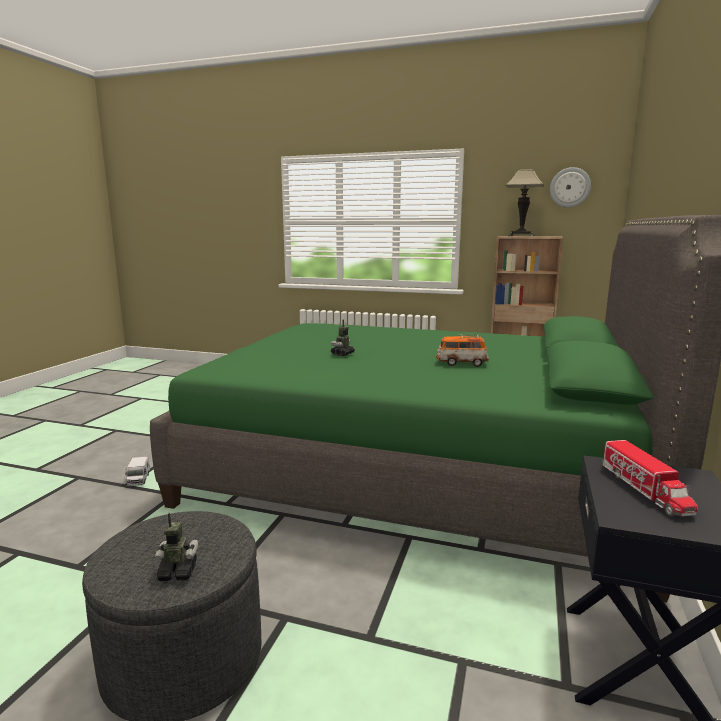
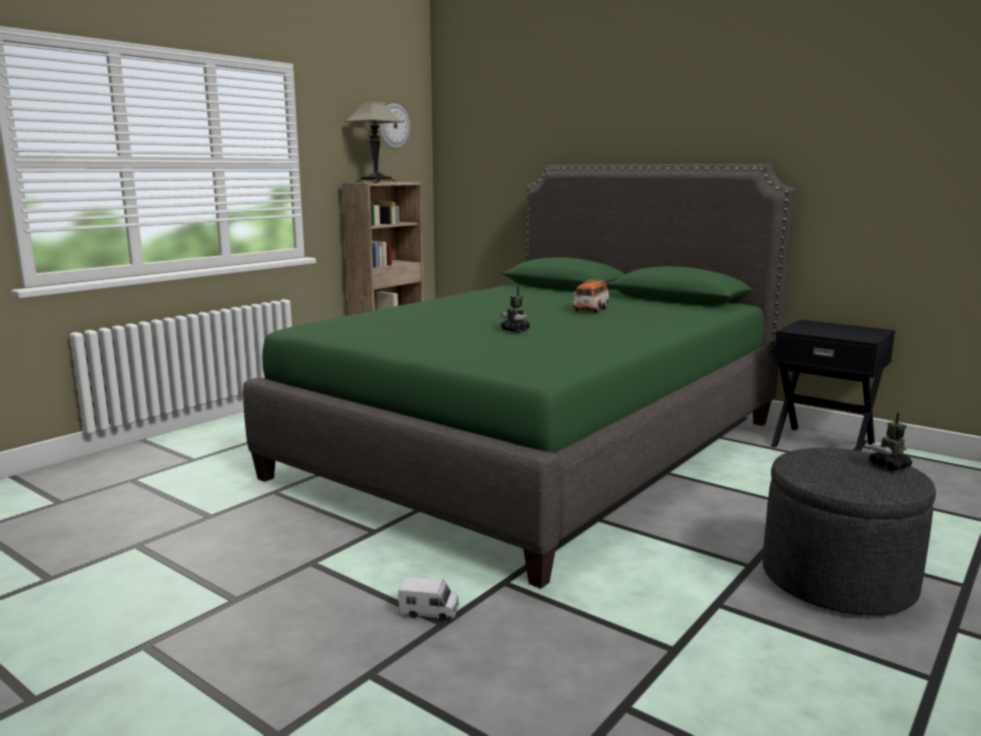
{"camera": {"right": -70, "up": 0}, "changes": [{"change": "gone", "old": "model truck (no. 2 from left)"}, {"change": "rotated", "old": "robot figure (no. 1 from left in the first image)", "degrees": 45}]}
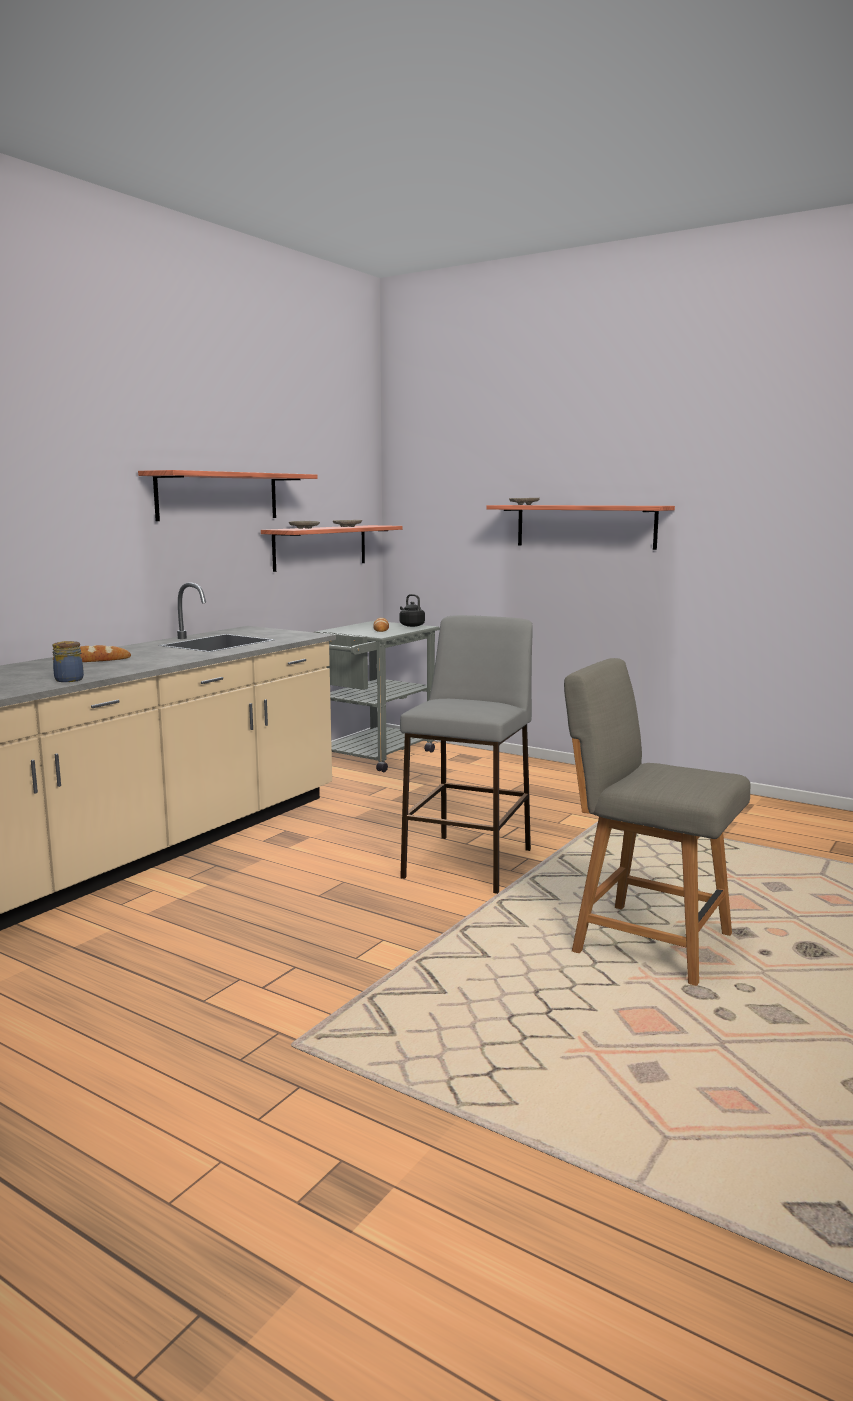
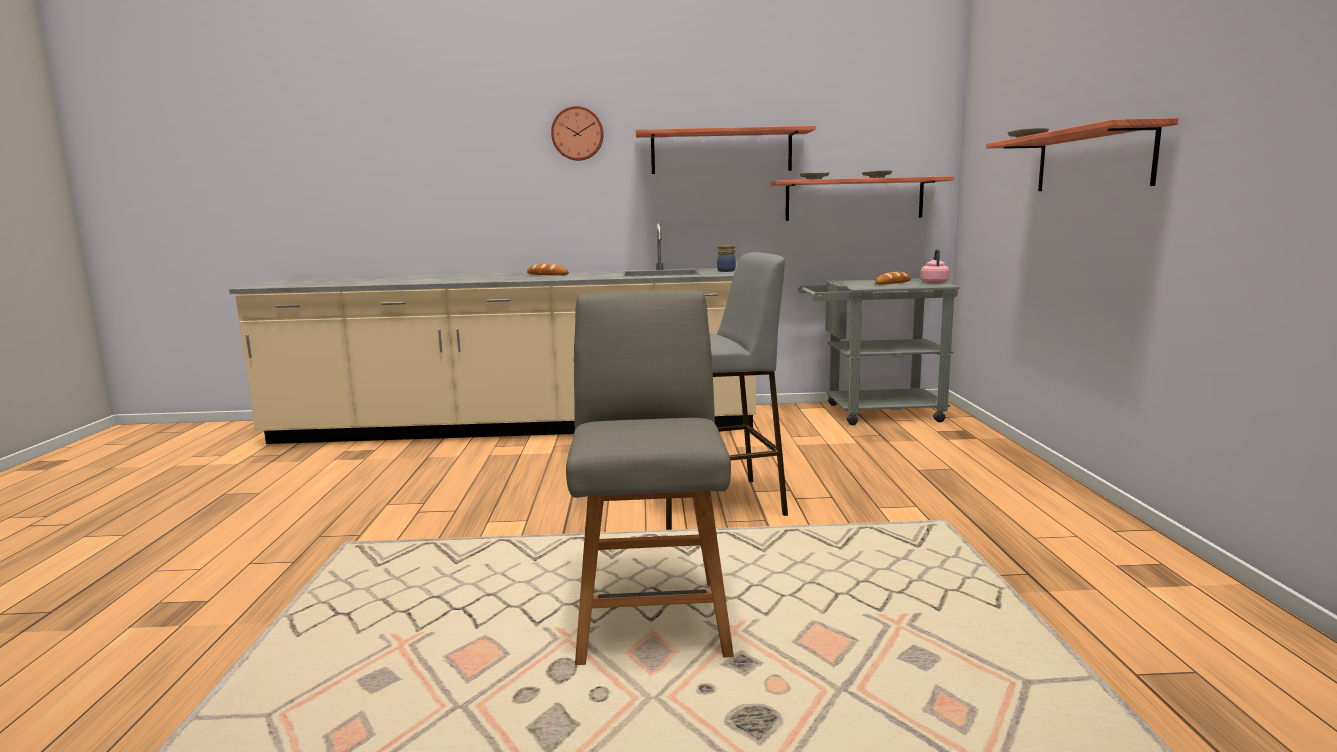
{"camera": {"right": 55, "up": 0}, "changes": [{"change": "new", "new": "hanging clock"}, {"change": "shifted", "old": "jar"}, {"change": "repainted", "old": "kettle (blackish)", "new": "kettle (pink-coloured)"}]}
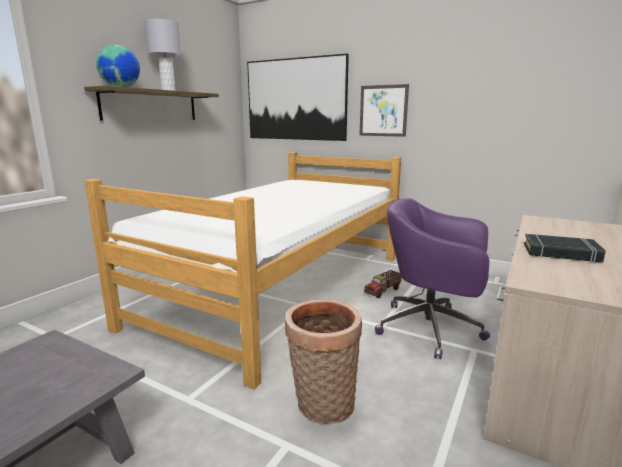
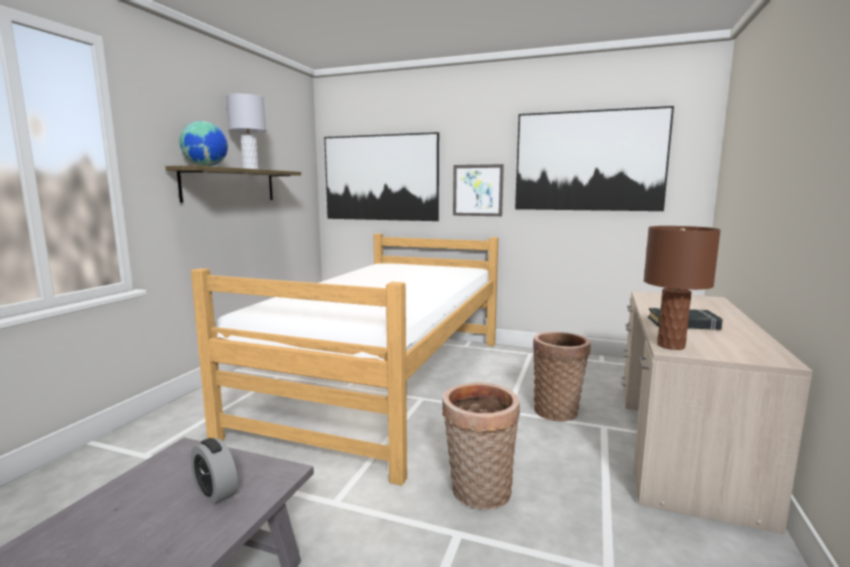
{"camera": {"right": -10, "up": -5}, "changes": [{"change": "gone", "old": "model truck"}, {"change": "new", "new": "bedside clock"}, {"change": "new", "new": "wall art (no. 3 from left)"}, {"change": "new", "new": "tabletop lamp (brownish)"}, {"change": "swapped", "old": "desk chair (purple-coloured)", "new": "household basket (no. 2 from left)"}]}
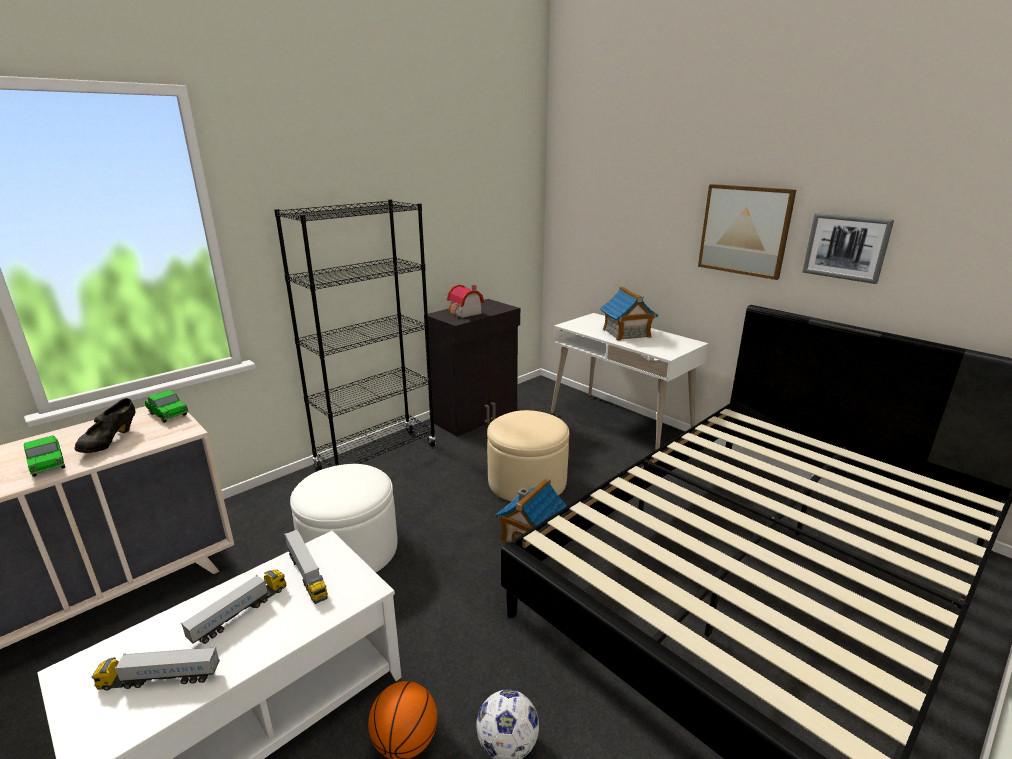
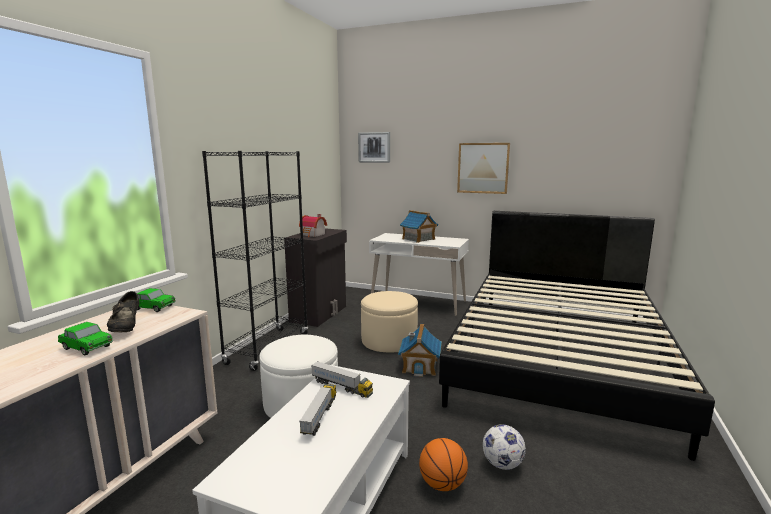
{"camera": {"right": -25, "up": -10}, "changes": [{"change": "gone", "old": "model truck (no. 1 from left)"}, {"change": "shifted", "old": "wall art (no. 2 from left in the first image)", "new": "wall art (no. 1 from left)"}]}
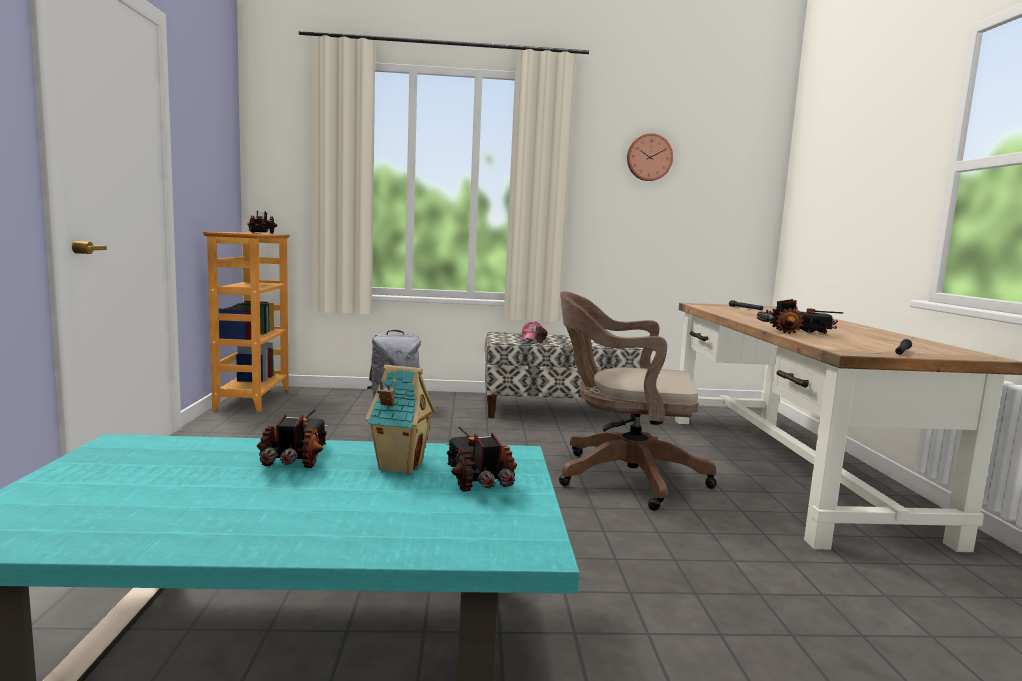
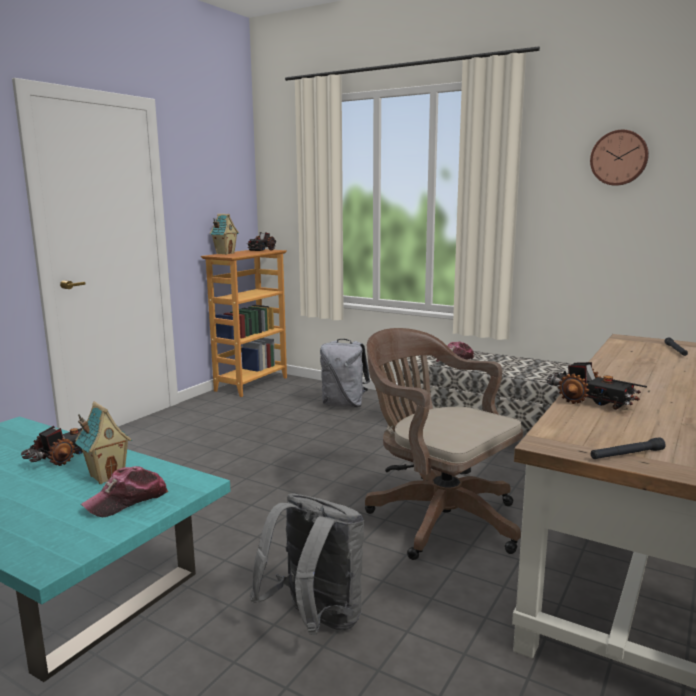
{"camera": {"right": 35, "up": 5}, "changes": [{"change": "new", "new": "toy house (no. 2 from left)"}, {"change": "new", "new": "knapsack (greyish) (no. 1 from left)"}, {"change": "swapped", "old": "model truck (no. 3 from left)", "new": "peaked cap (no. 1 from left)"}]}
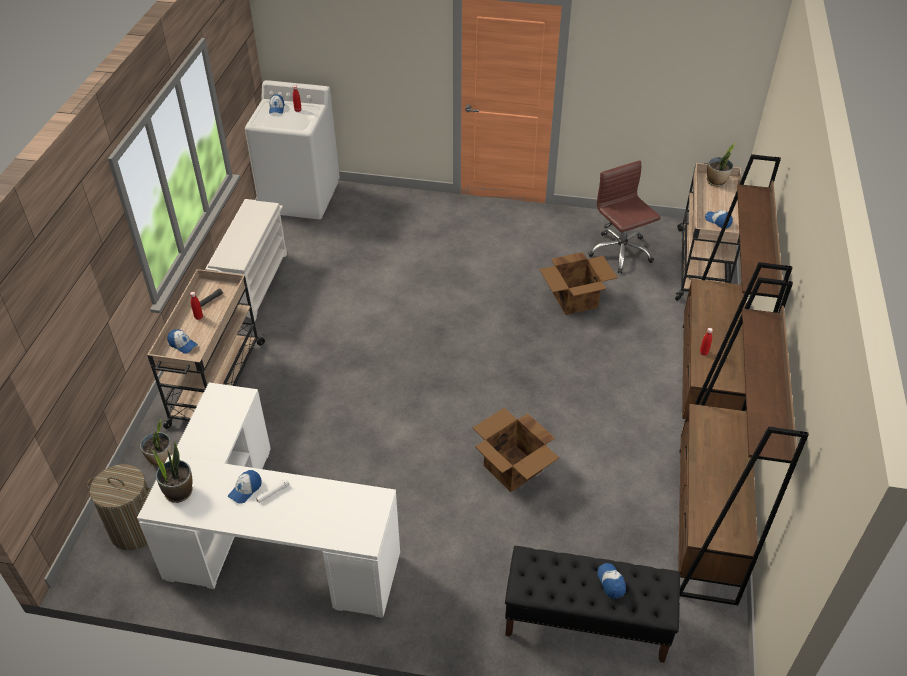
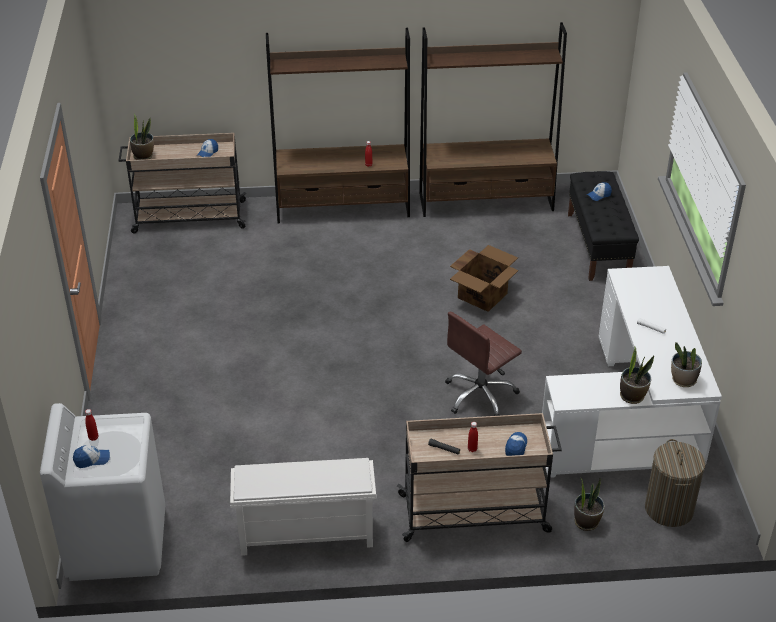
{"camera": {"right": -105, "up": -5}, "changes": [{"change": "gone", "old": "peaked cap (no. 2 from left)"}, {"change": "gone", "old": "carton (no. 2 from left)"}, {"change": "new", "new": "potted plant (no. 3 from left)"}, {"change": "shifted", "old": "desk chair (brownish)"}]}
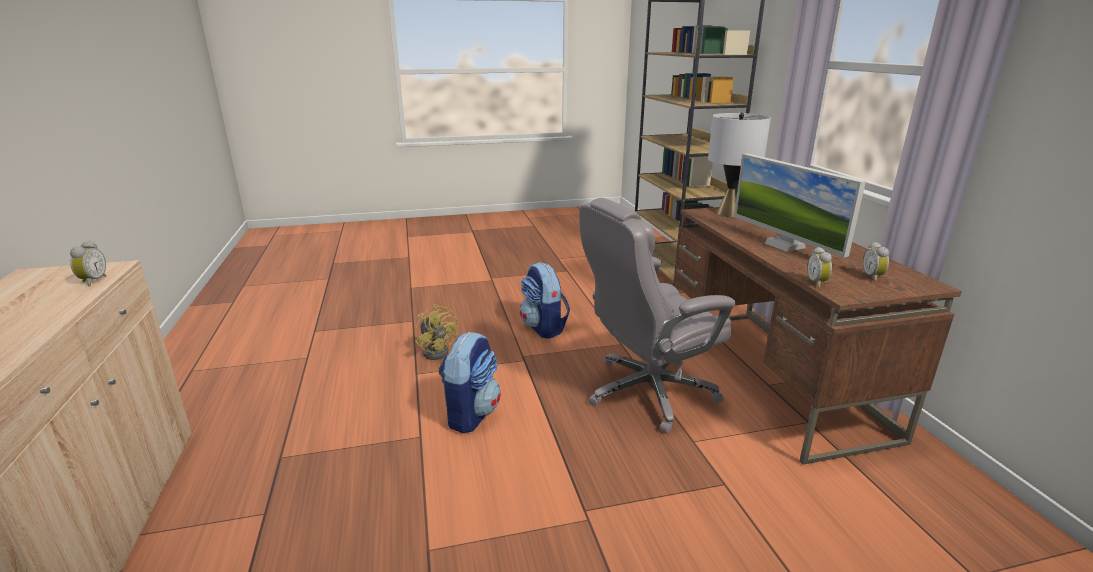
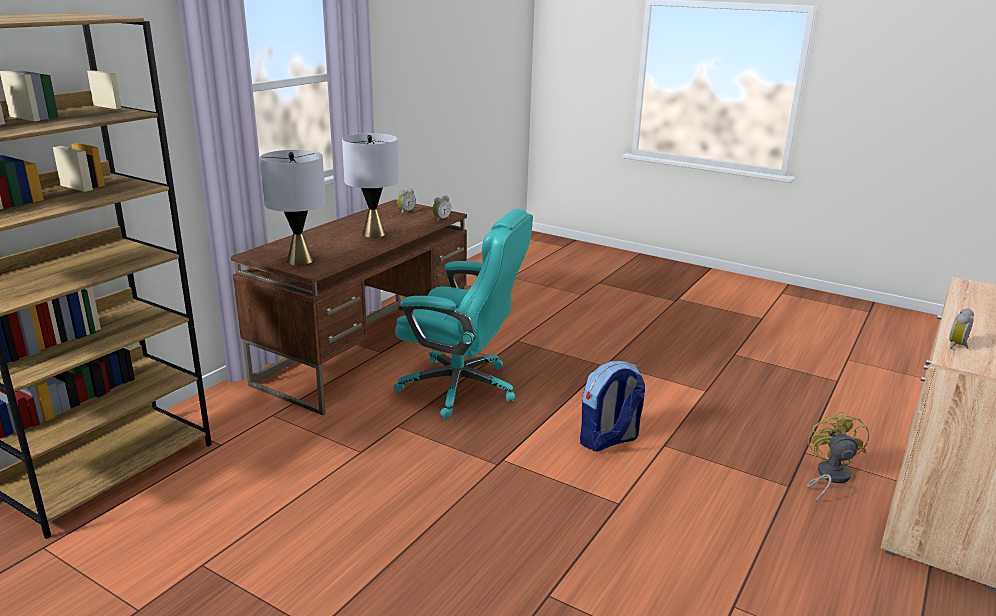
{"camera": {"right": -135, "up": 0}, "changes": [{"change": "gone", "old": "knapsack (no. 2 from left)"}, {"change": "shifted", "old": "electric fan (yellow-coloured)"}, {"change": "swapped", "old": "monitor", "new": "tabletop lamp (greyish) (no. 2 from left)"}, {"change": "repainted", "old": "desk chair (greyish)", "new": "desk chair (turquoise-coloured)"}]}
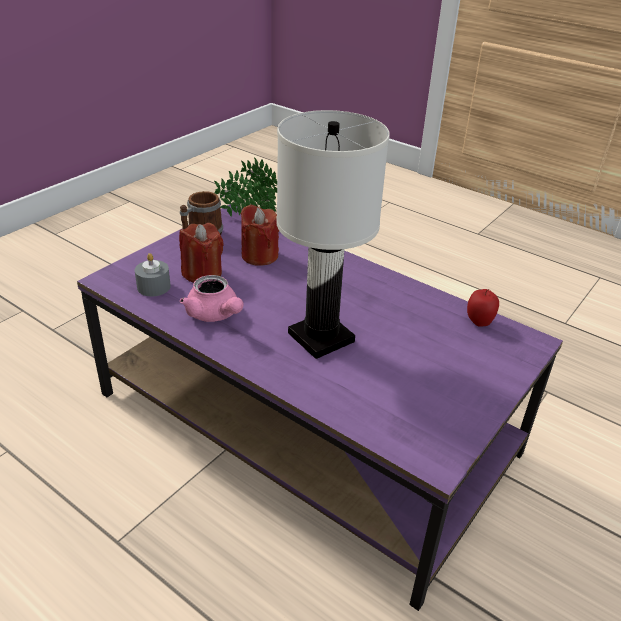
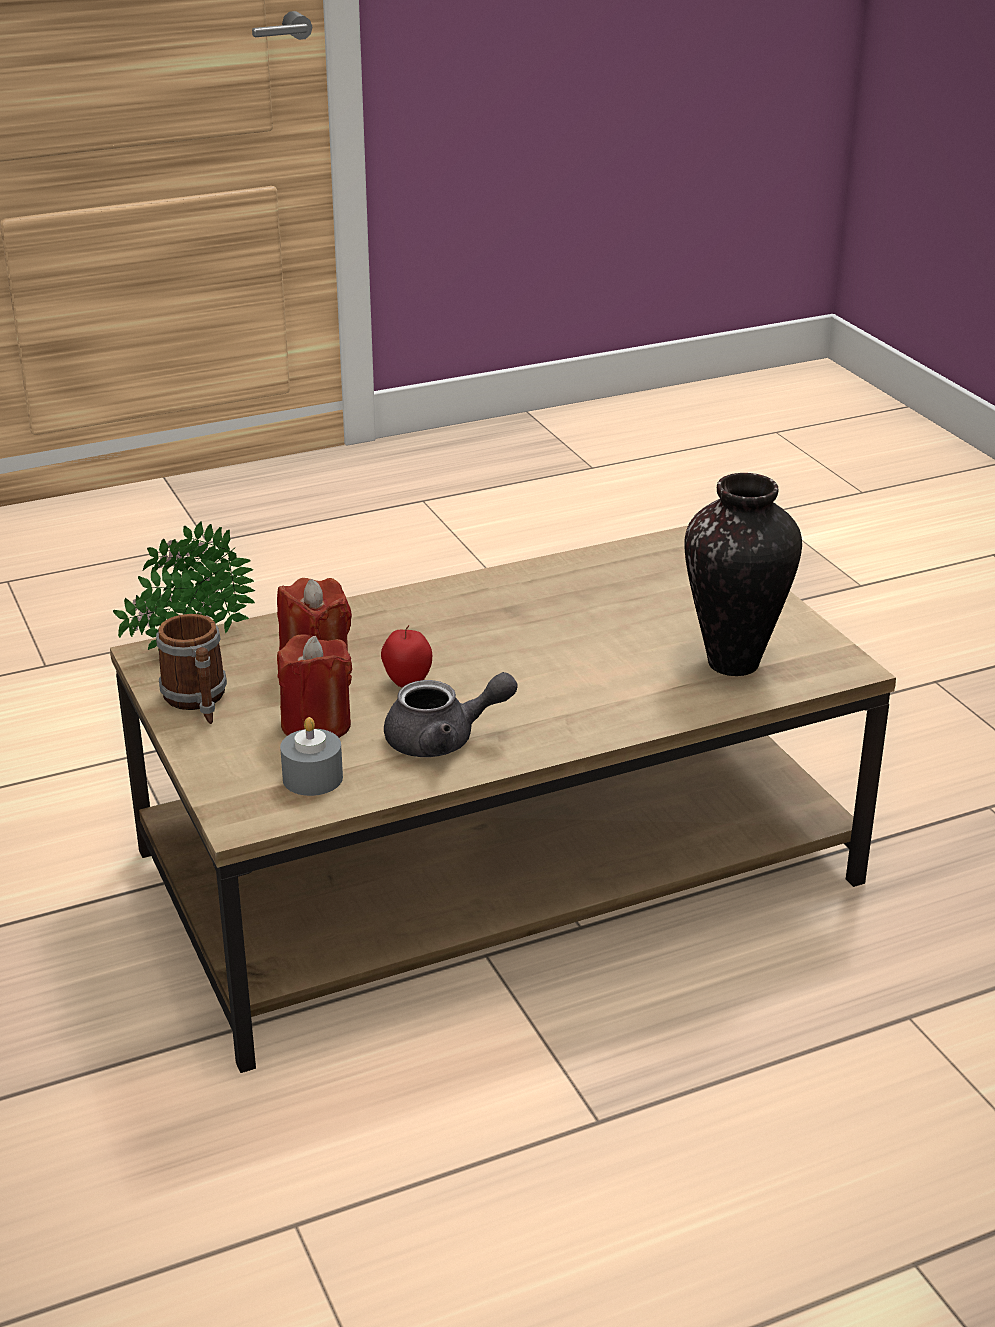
{"camera": {"right": -60, "up": -5}, "changes": [{"change": "gone", "old": "tabletop lamp (white-coloured)"}, {"change": "new", "new": "decorative vase"}, {"change": "shifted", "old": "apple"}, {"change": "repainted", "old": "low table (purple-coloured)", "new": "low table (brownish)"}, {"change": "repainted", "old": "tea pot (pink-coloured)", "new": "tea pot (greyish)"}]}
